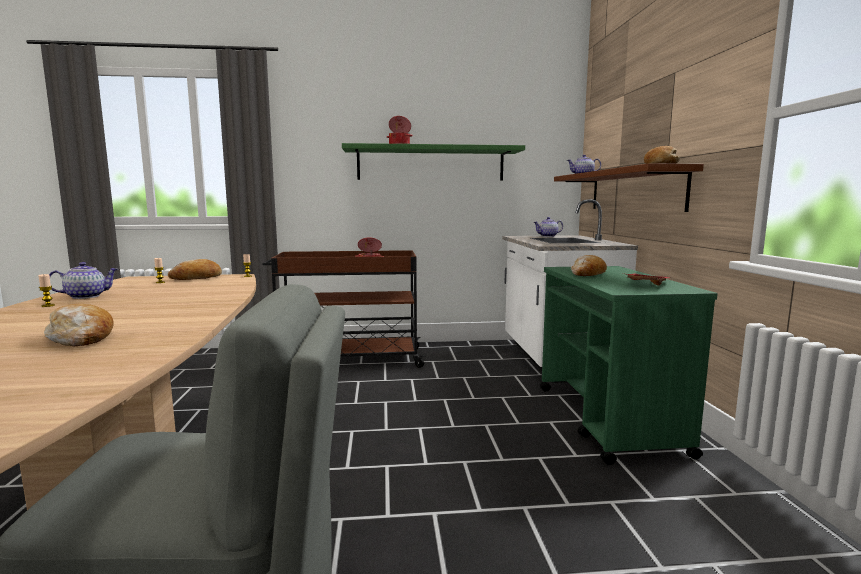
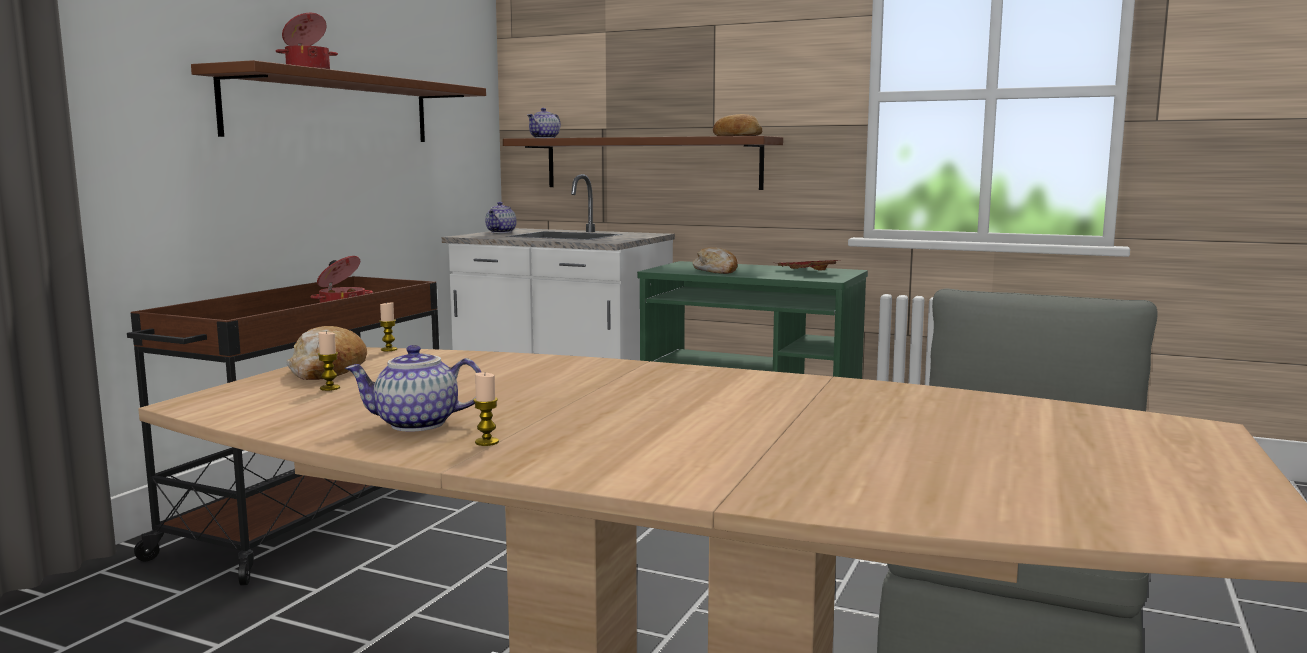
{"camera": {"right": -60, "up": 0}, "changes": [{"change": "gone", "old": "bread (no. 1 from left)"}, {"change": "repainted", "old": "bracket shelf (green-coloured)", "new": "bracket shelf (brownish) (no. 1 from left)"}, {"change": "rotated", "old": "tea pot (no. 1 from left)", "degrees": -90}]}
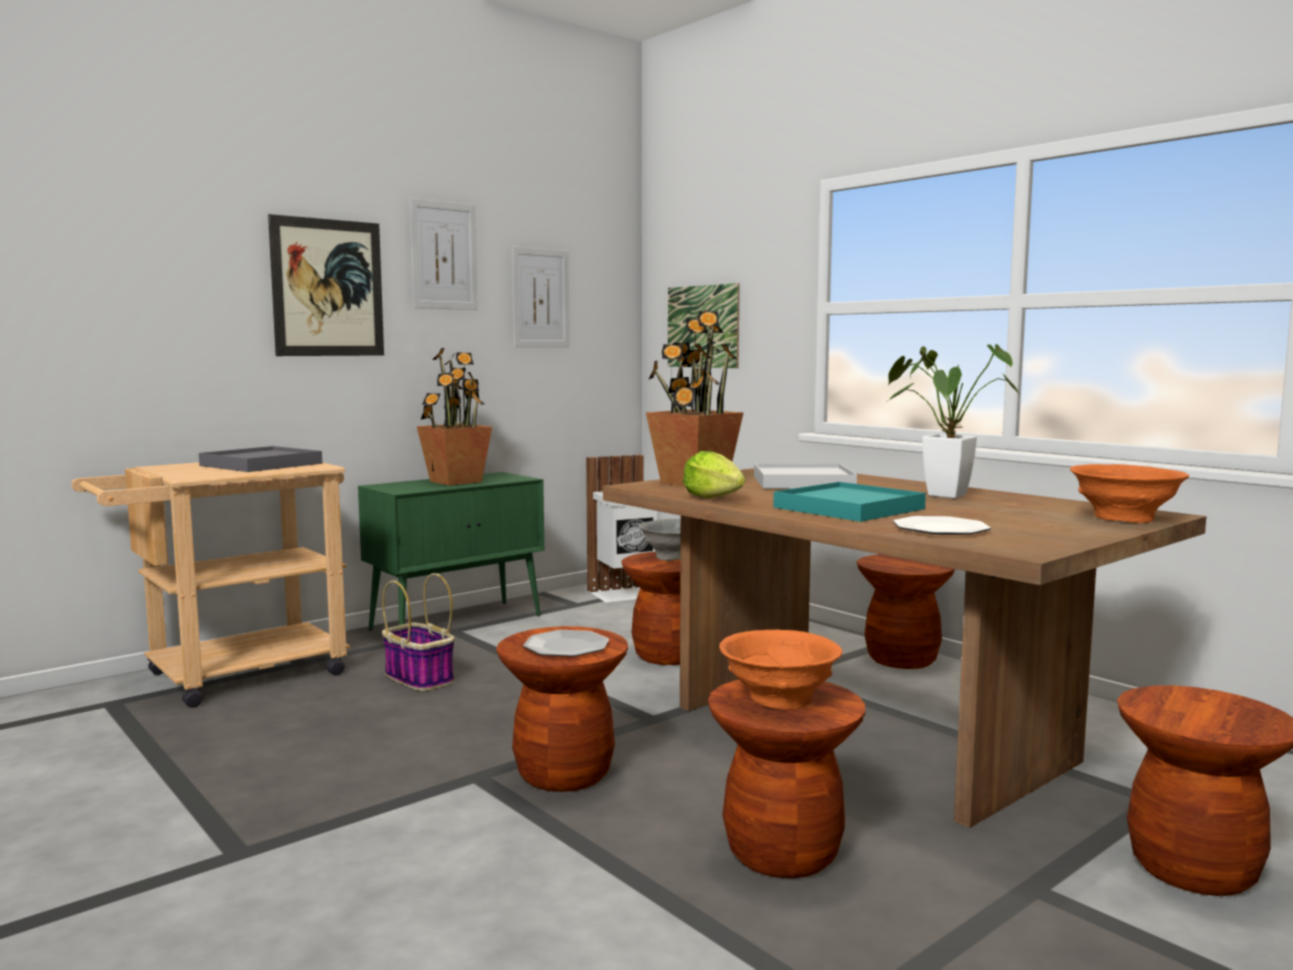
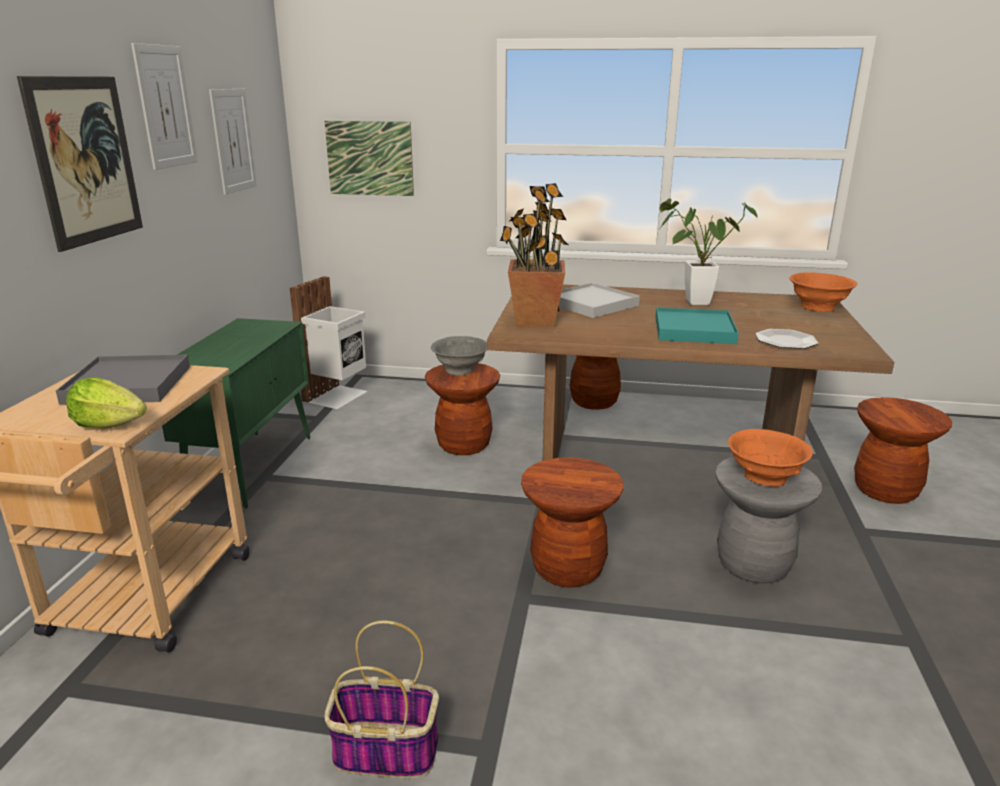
{"camera": {"right": -40, "up": 15}, "changes": [{"change": "gone", "old": "potted plant (no. 1 from left)"}, {"change": "gone", "old": "flat dish (no. 1 from left)"}, {"change": "shifted", "old": "household basket"}, {"change": "shifted", "old": "lettuce"}, {"change": "repainted", "old": "stool seat (brownish) (no. 3 from left)", "new": "stool seat (greyish)"}]}
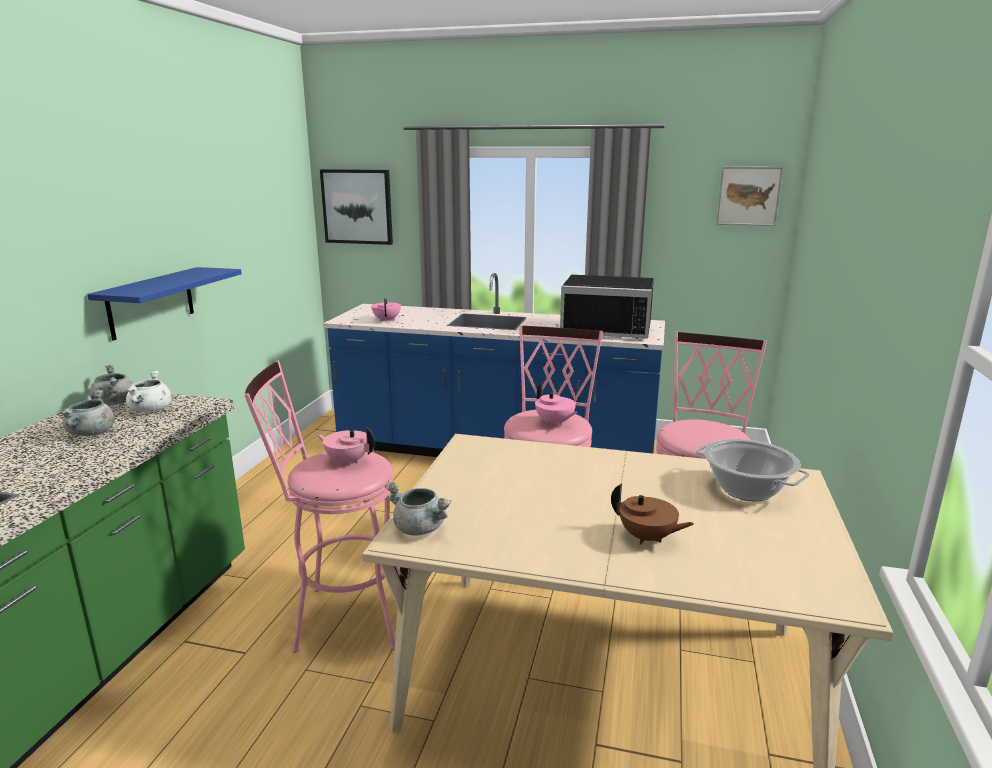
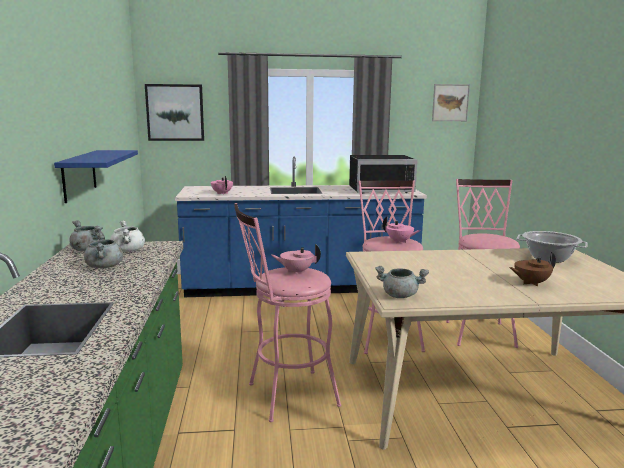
{"camera": {"right": -20, "up": -5}, "changes": [{"change": "rotated", "old": "tea pot (brownish)", "degrees": 150}]}
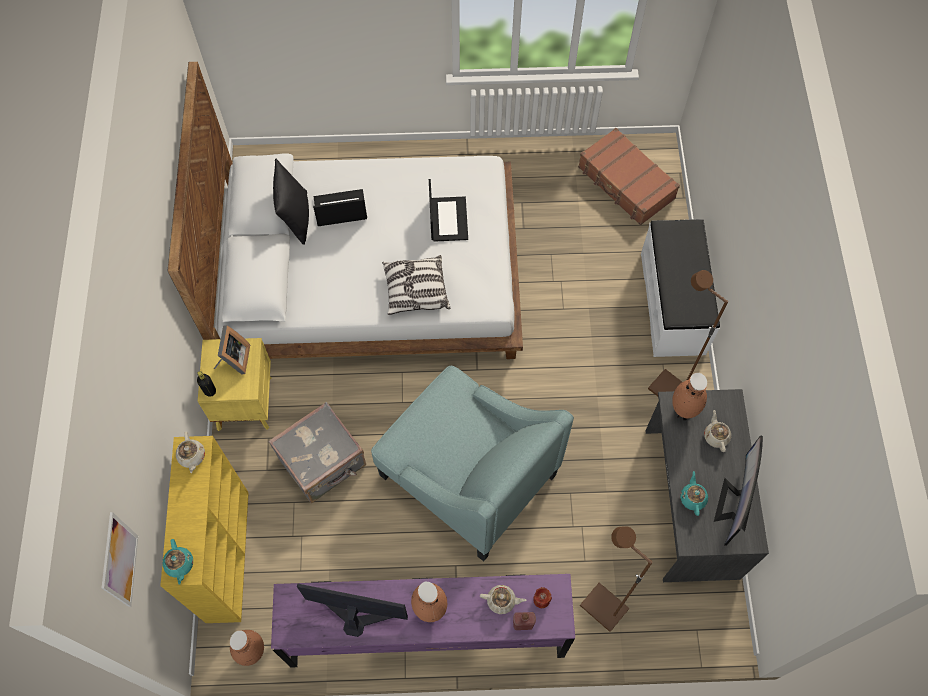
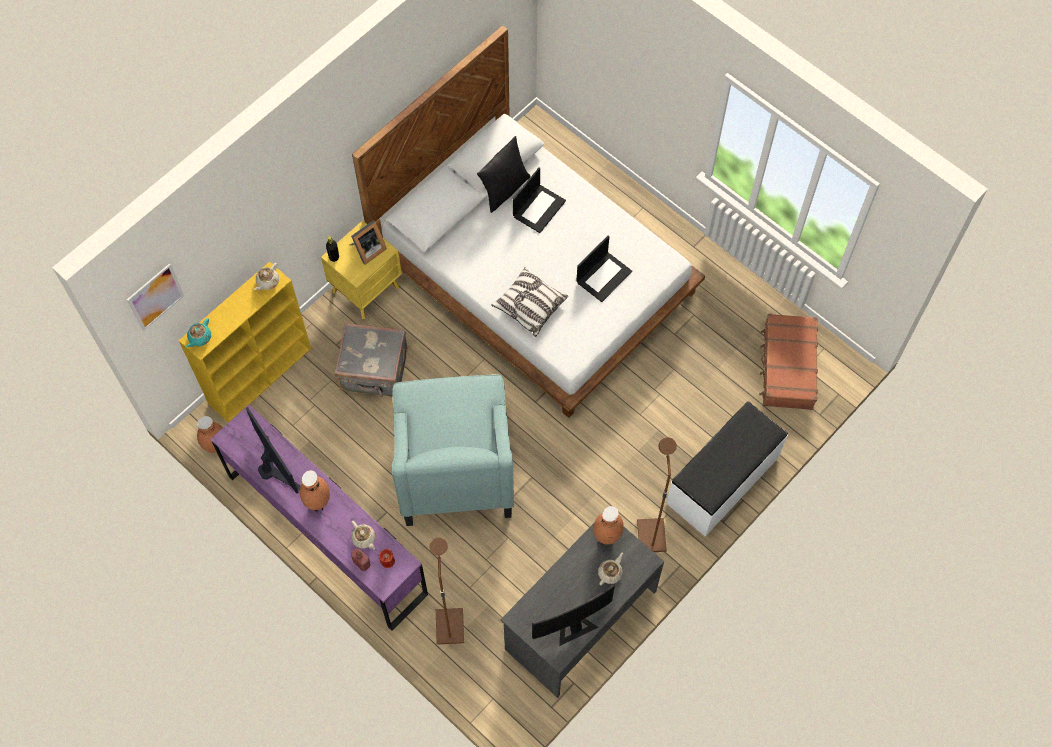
{"camera": {"right": 45, "up": 0}, "changes": [{"change": "gone", "old": "tea pot (turquoise-coloured) (no. 2 from left)"}, {"change": "rotated", "old": "portable computer (no. 1 from left)", "degrees": 90}]}
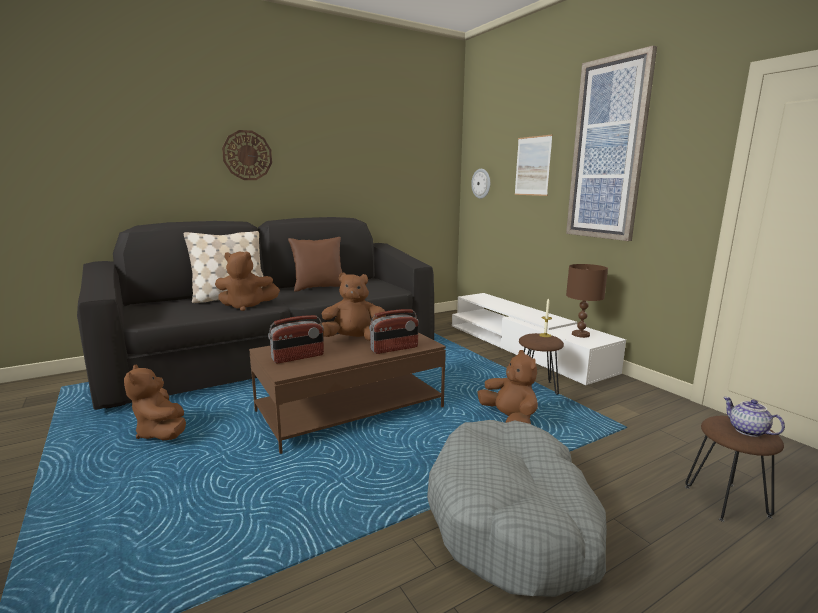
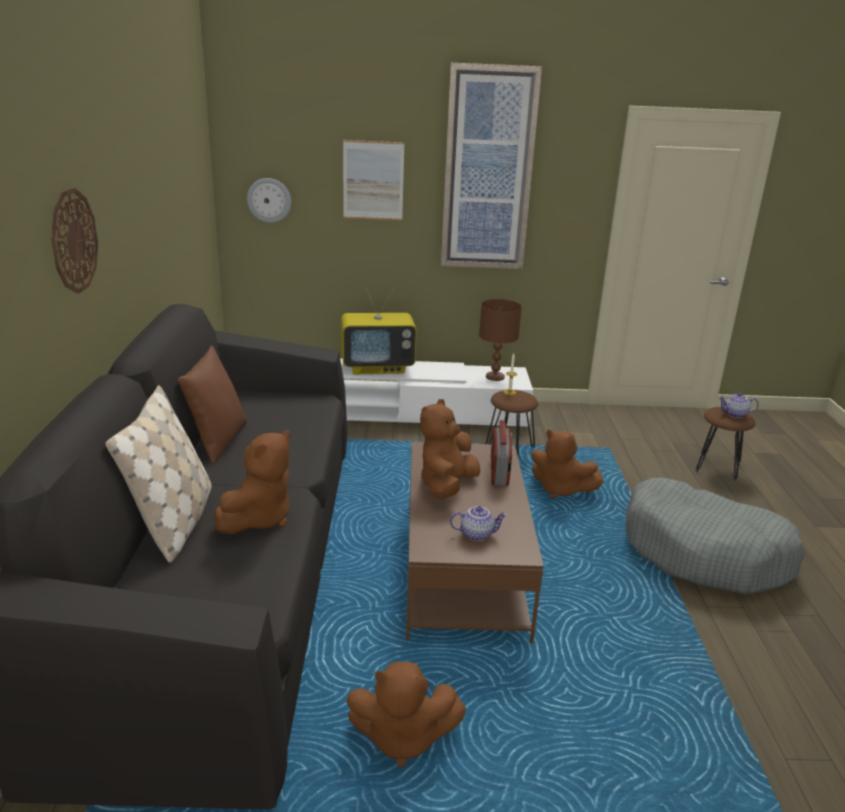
{"camera": {"right": -60, "up": 10}, "changes": [{"change": "new", "new": "TV set"}, {"change": "swapped", "old": "radio receiver (no. 1 from left)", "new": "tea pot (no. 1 from left)"}, {"change": "rotated", "old": "cuddly toy (brownish) (no. 4 from left)", "degrees": -150}]}
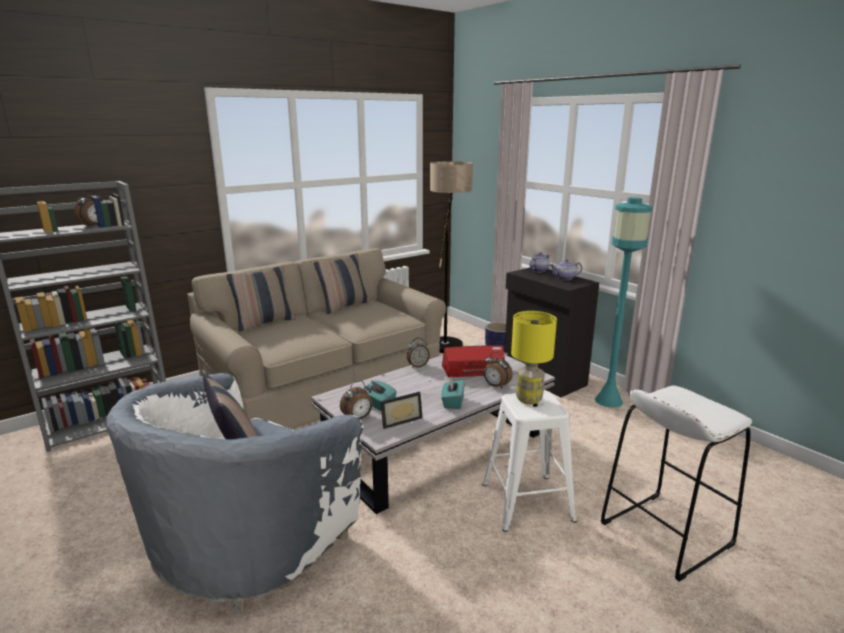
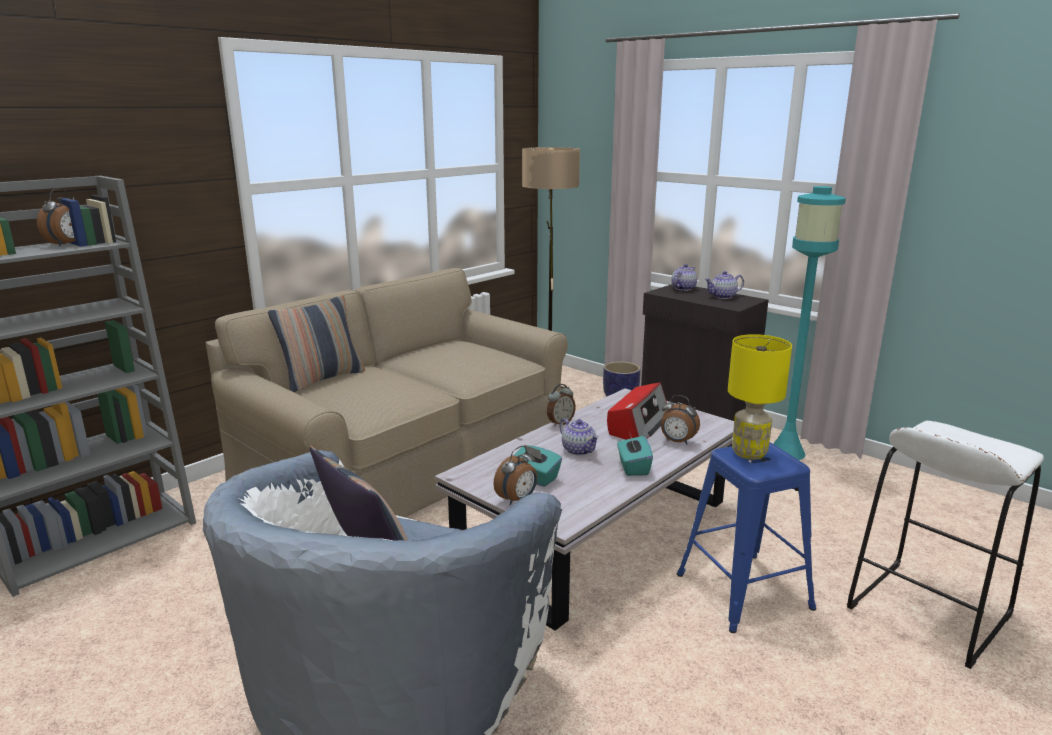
{"camera": {"right": -10, "up": 0}, "changes": [{"change": "gone", "old": "cushion (no. 3 from left)"}, {"change": "gone", "old": "photo frame"}, {"change": "new", "new": "tea pot (no. 1 from left)"}, {"change": "repainted", "old": "stool seat (white-coloured) (no. 1 from left)", "new": "stool seat (blue-coloured)"}, {"change": "rotated", "old": "radio receiver", "degrees": 135}]}
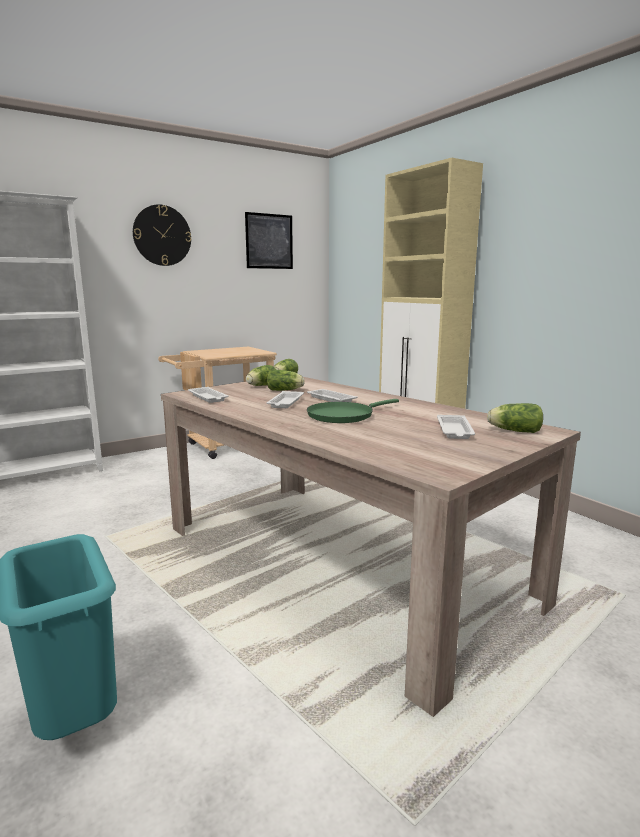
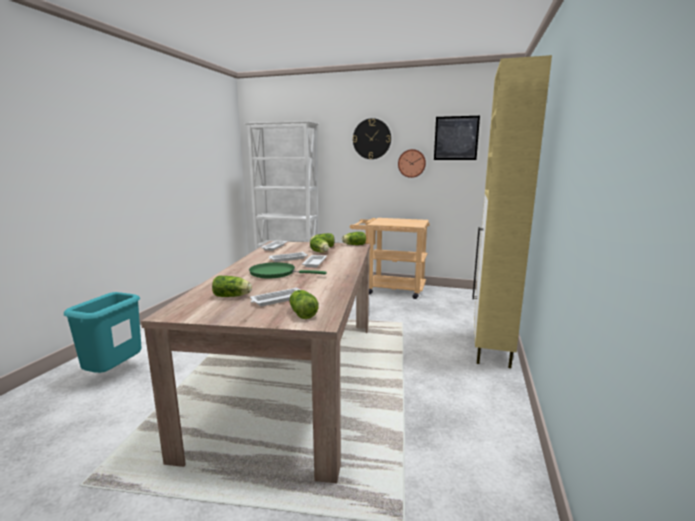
{"camera": {"right": 50, "up": 0}, "changes": [{"change": "new", "new": "lettuce (no. 1 from left)"}, {"change": "new", "new": "hanging clock (no. 2 from left)"}]}
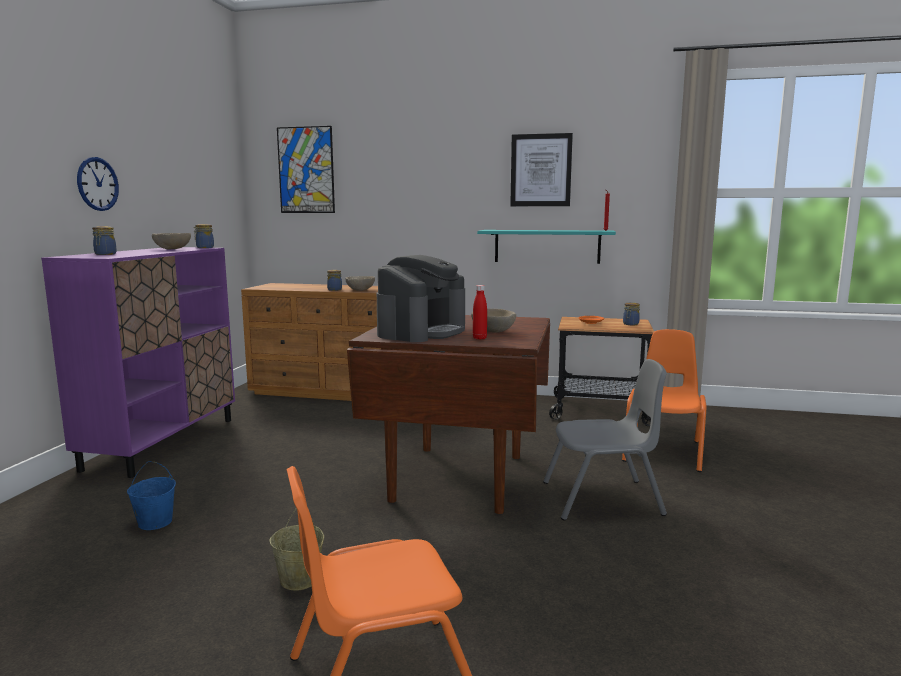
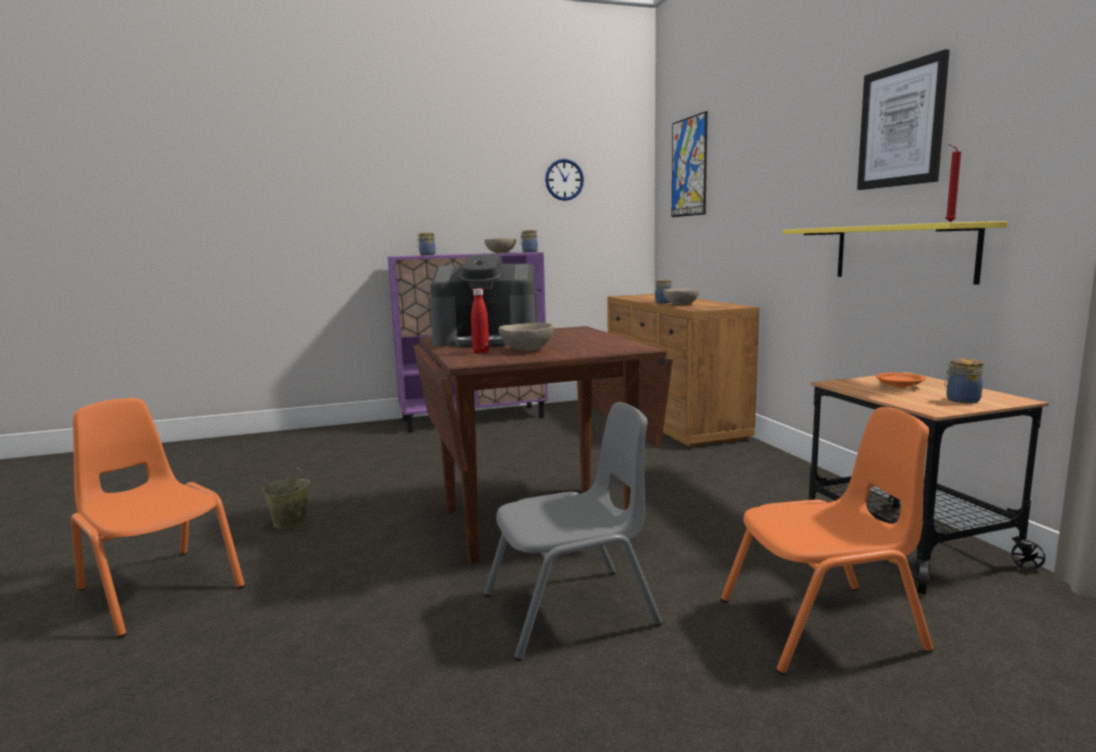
{"camera": {"right": 60, "up": 0}, "changes": [{"change": "gone", "old": "pail (blue-coloured)"}, {"change": "shifted", "old": "hanging clock"}, {"change": "repainted", "old": "bracket shelf (turquoise-coloured)", "new": "bracket shelf (yellow-coloured)"}, {"change": "rotated", "old": "upright chair (greyish)", "degrees": -75}]}
